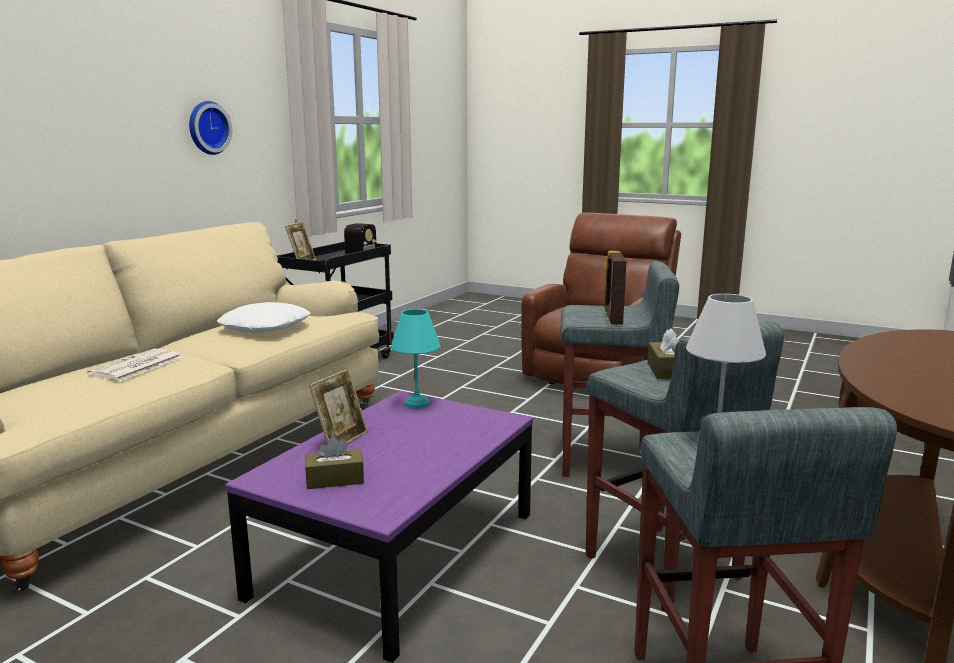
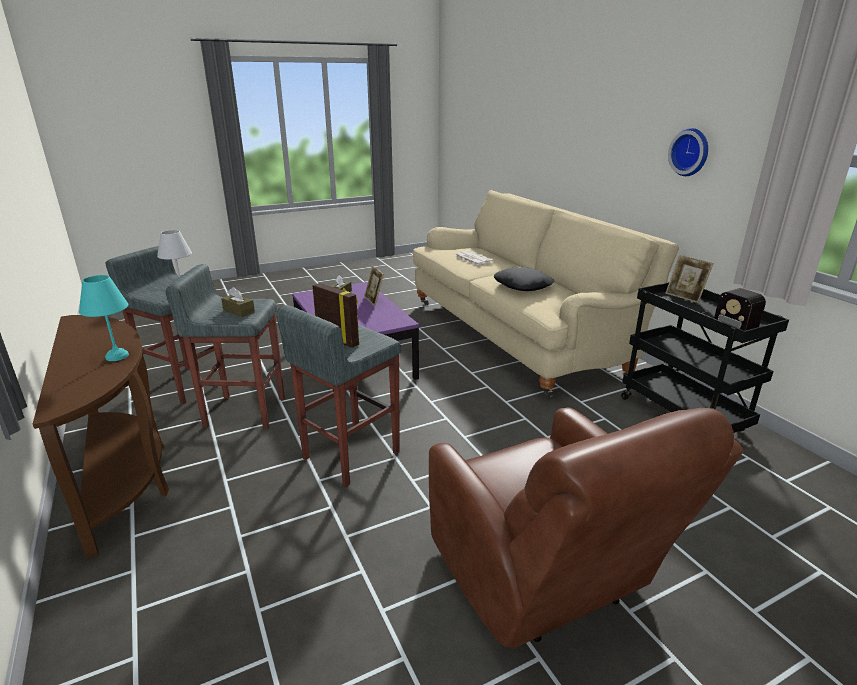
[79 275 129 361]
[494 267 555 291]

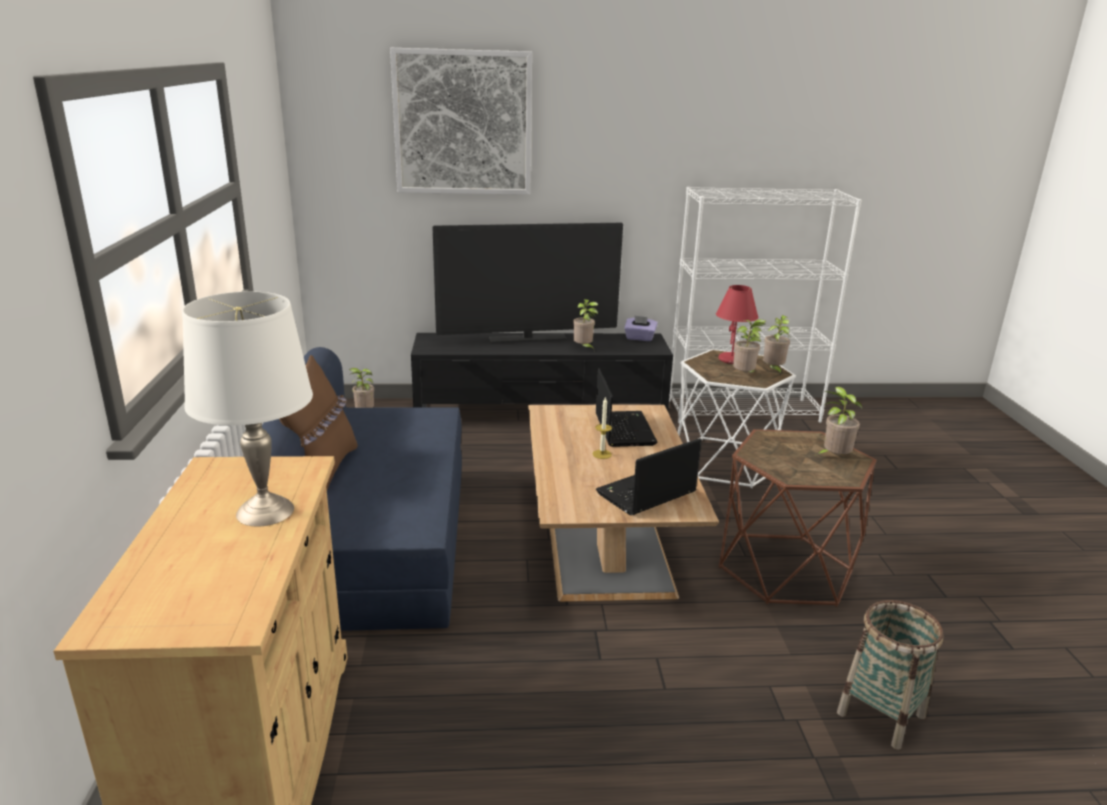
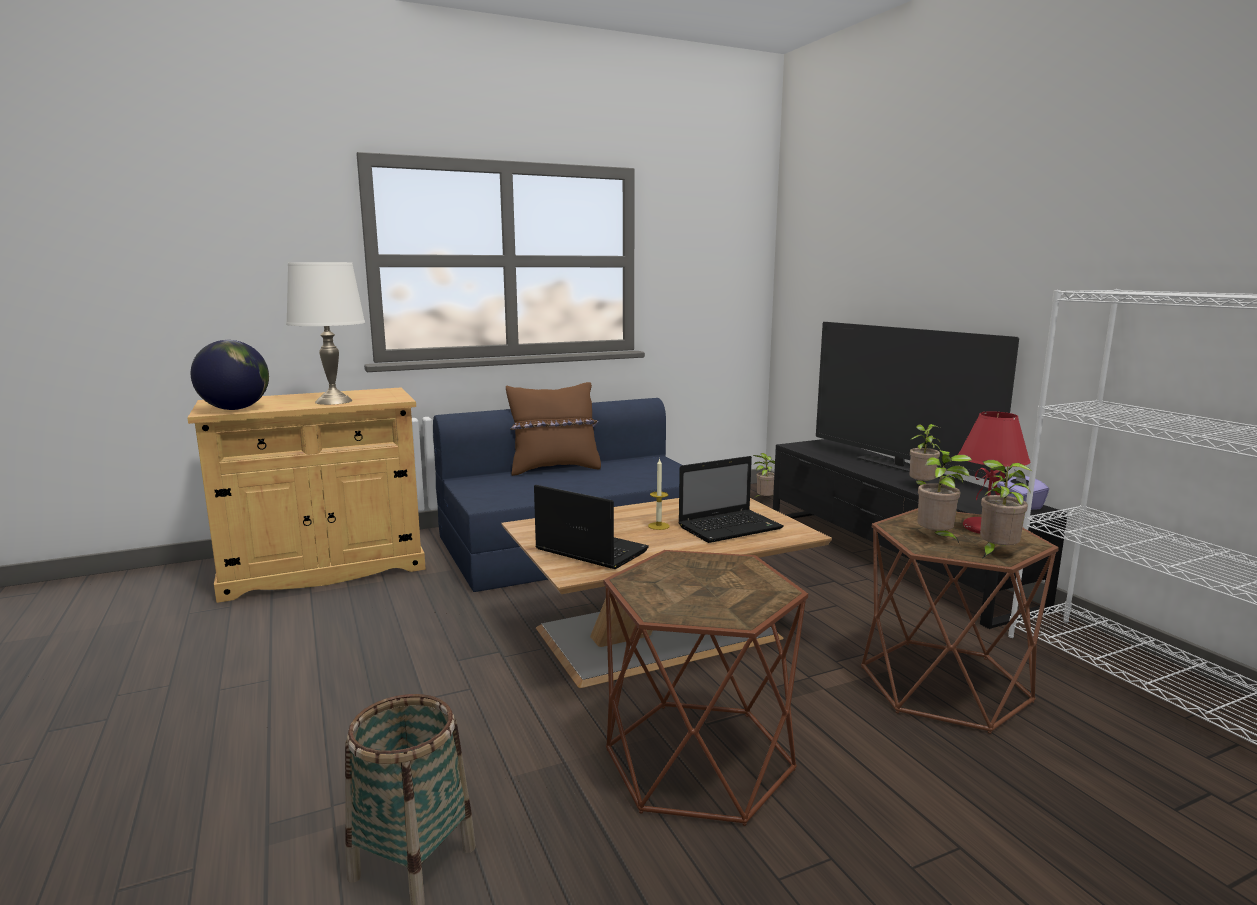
[390 48 532 195] (first image)
[816 387 862 455] (first image)
[191 340 269 410]
[861 508 1059 734]

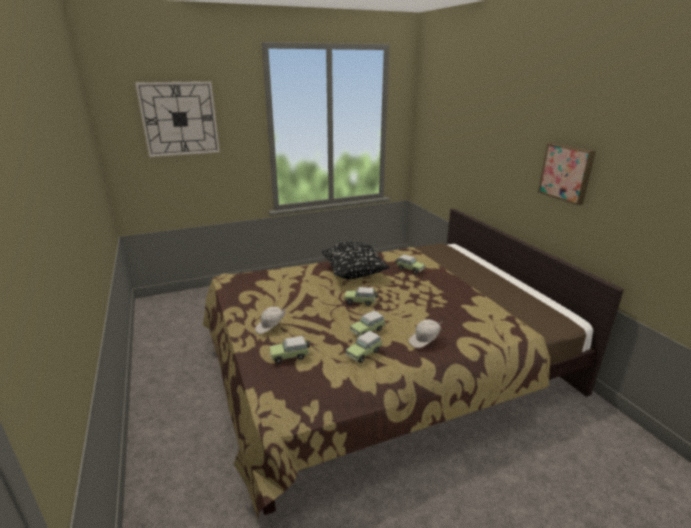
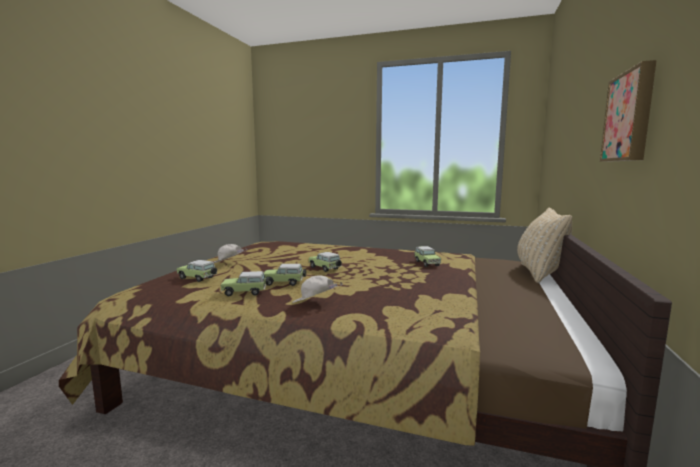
[135 81 220 157] (first image)
[322 242 389 279] (first image)
[517 208 572 283]

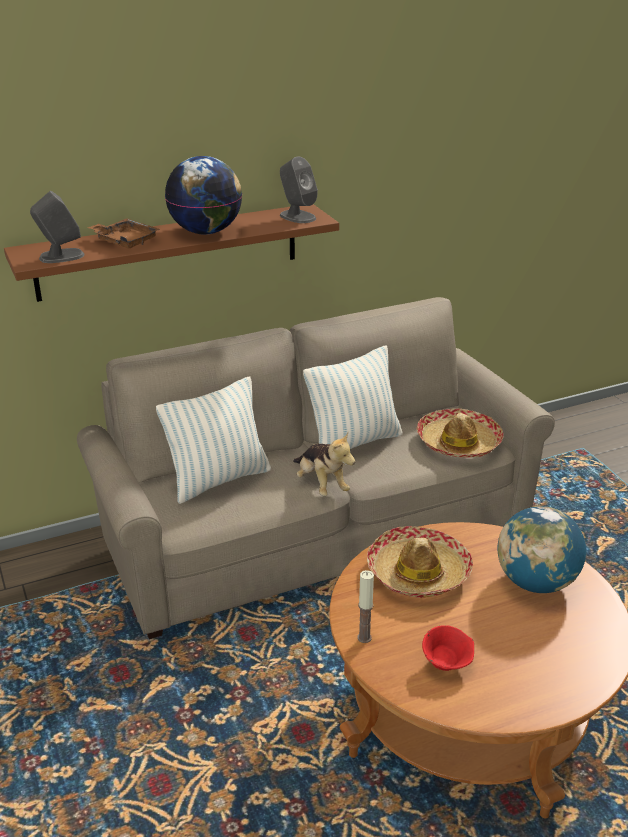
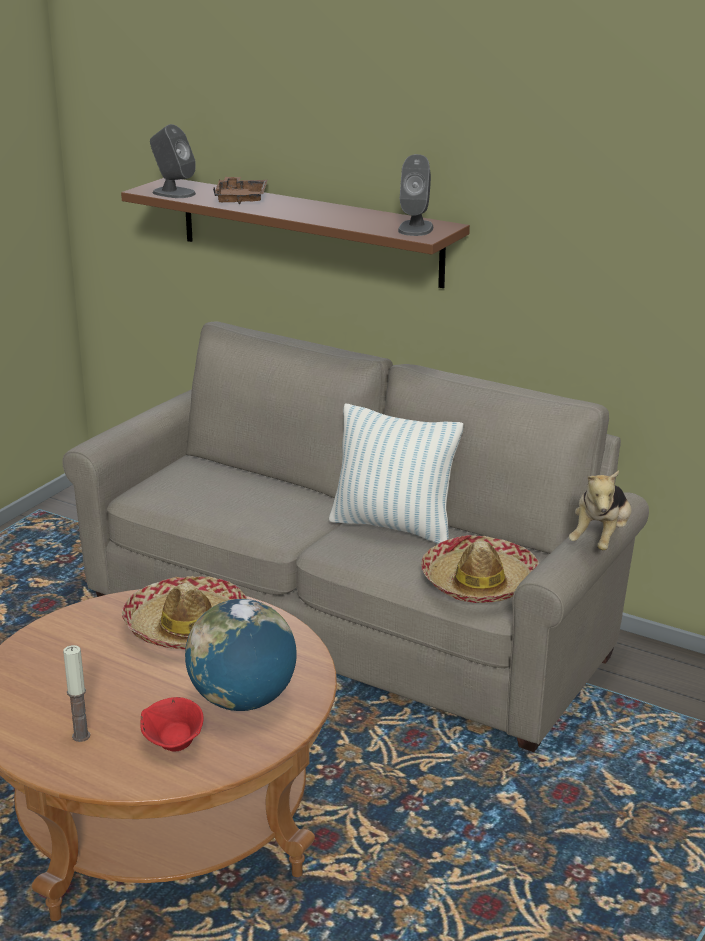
[156 377 271 504] (first image)
[165 156 242 234] (first image)
[568 470 632 550]
[63 645 90 742]
[140 697 204 752]

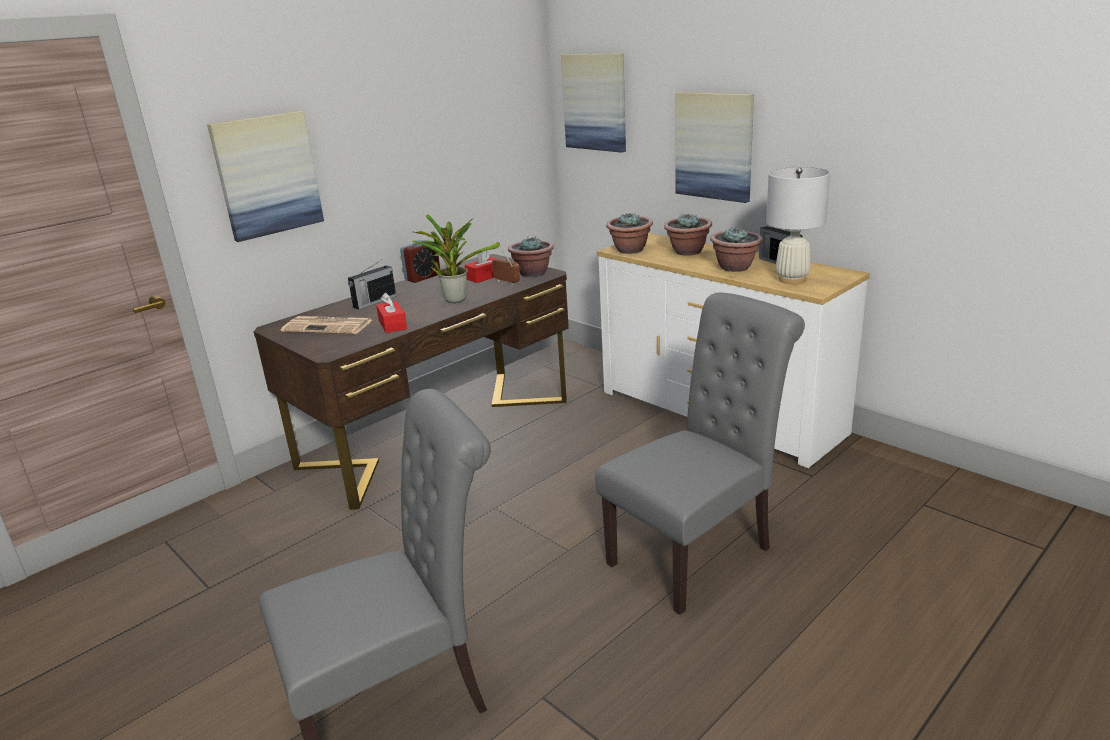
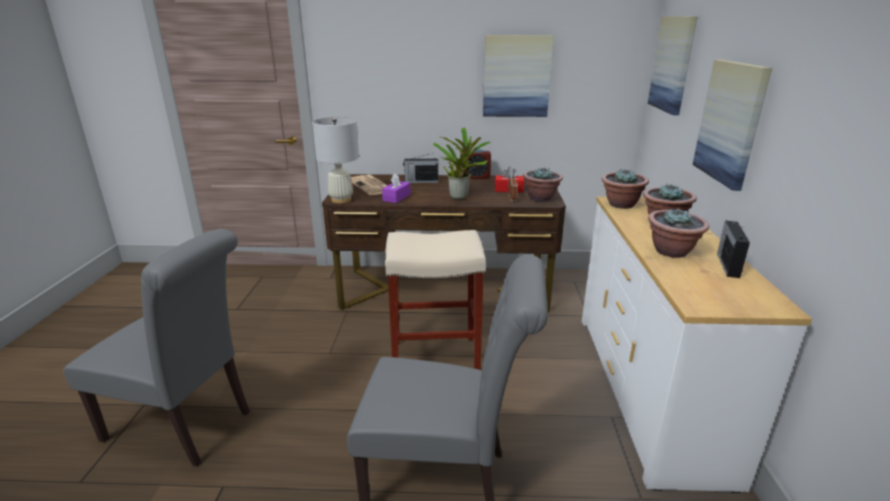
[385 230 486 370]
[483 35 554 117]
[312 117 359 203]
[382 173 411 203]

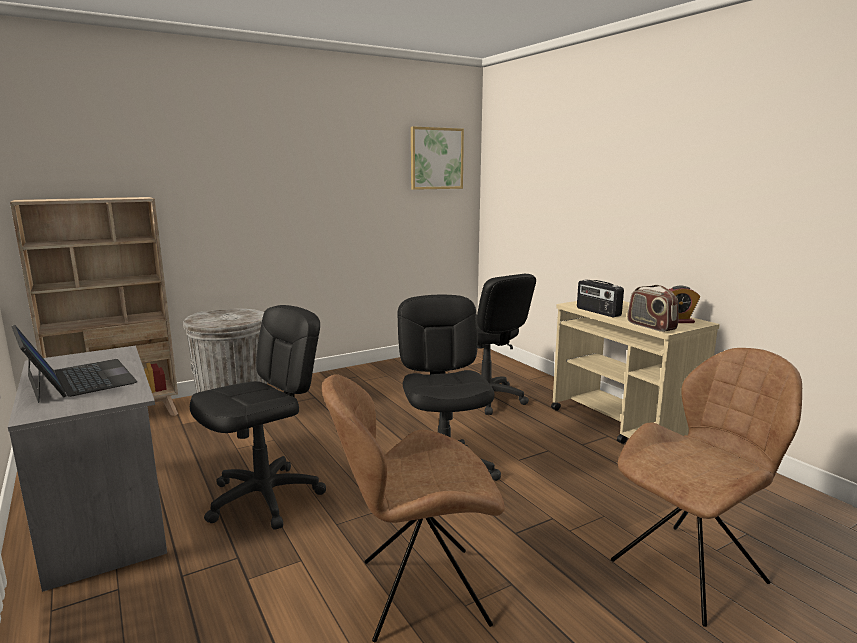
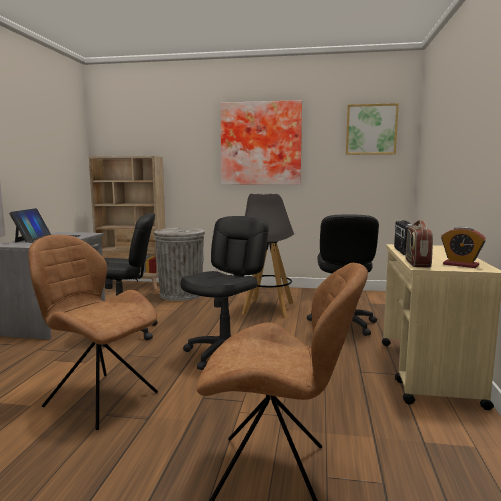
[220 100 302 185]
[242 193 295 318]

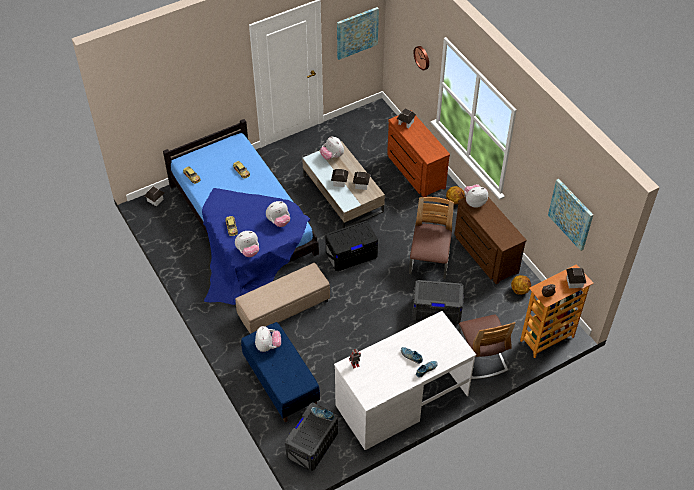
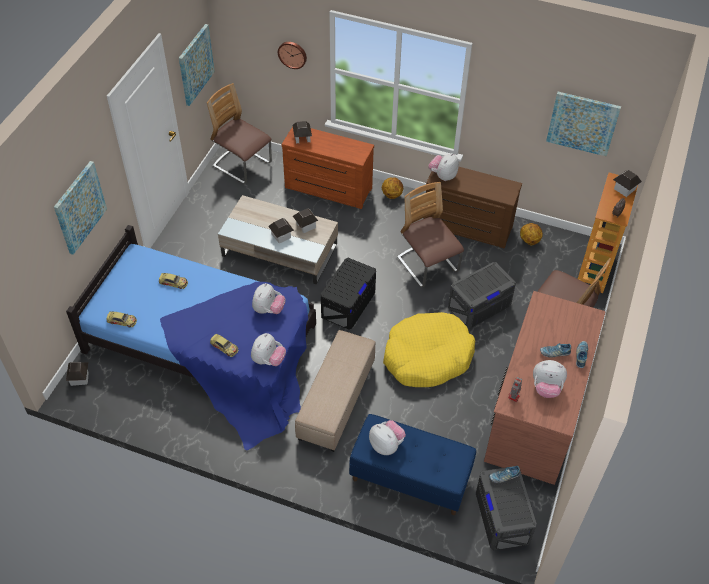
[54 161 107 255]
[207 83 272 184]
[383 312 475 387]
[533 360 567 398]
[484 291 606 485]

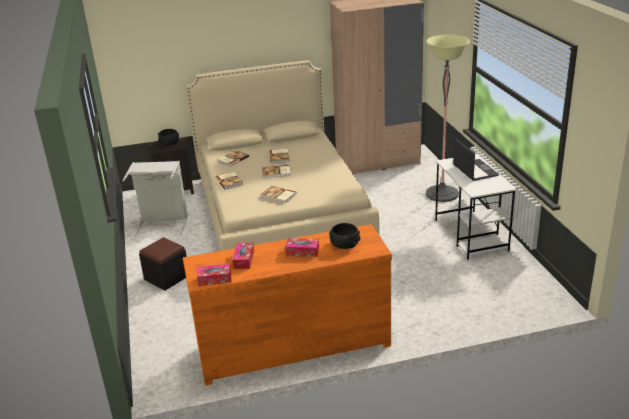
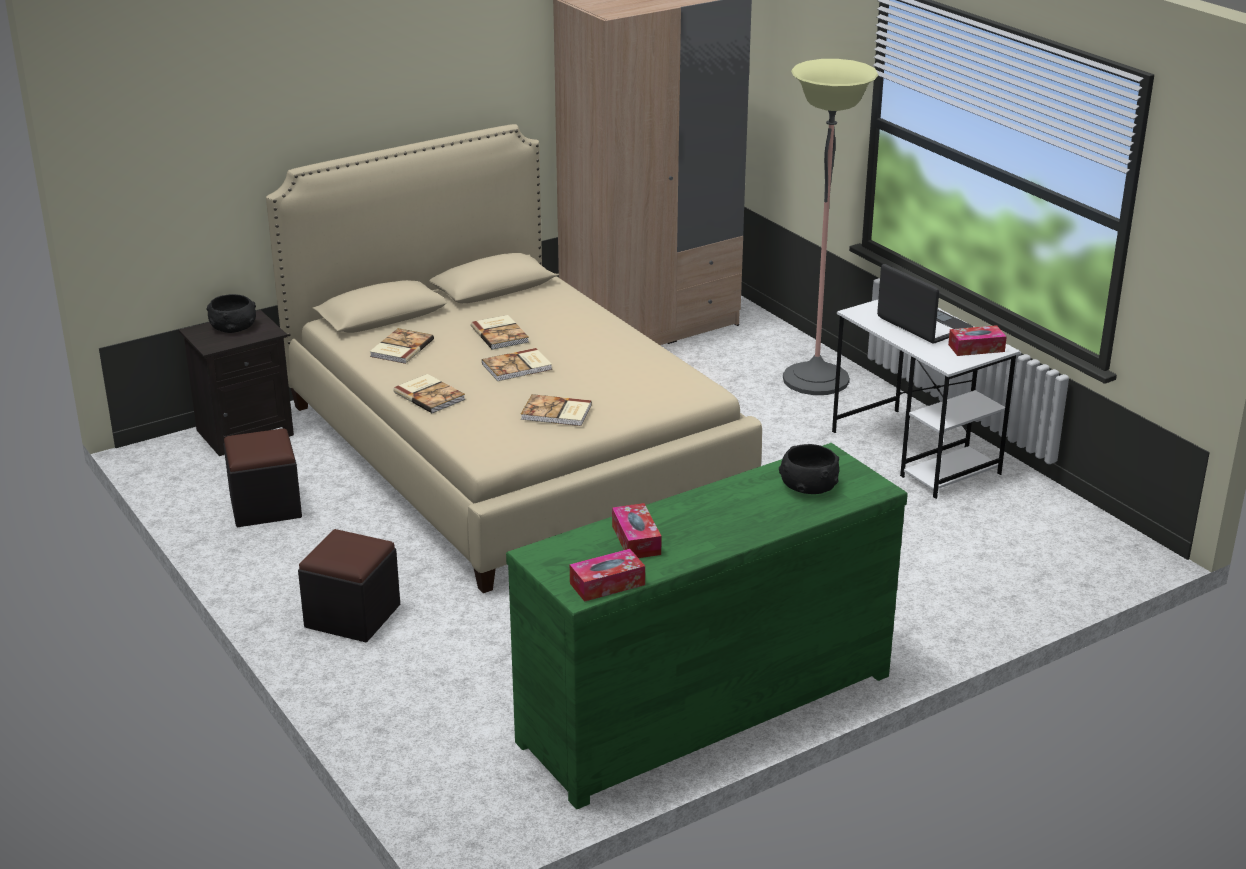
[948 325 1007 356]
[223 429 302 527]
[506 443 908 809]

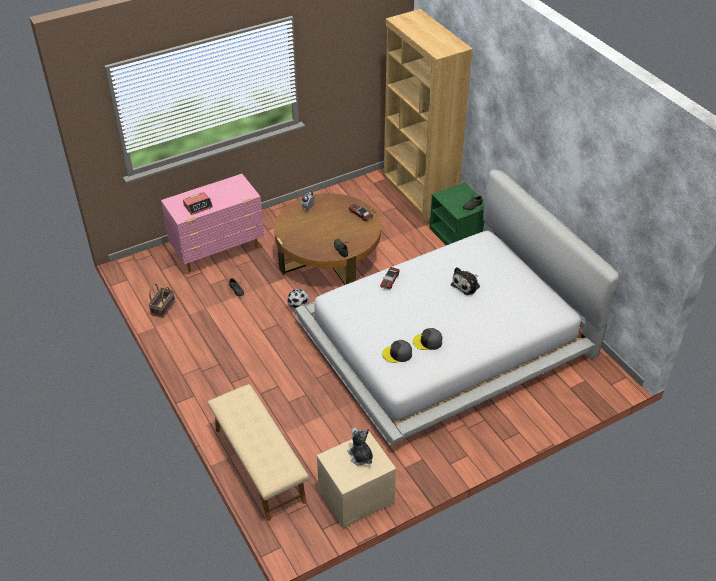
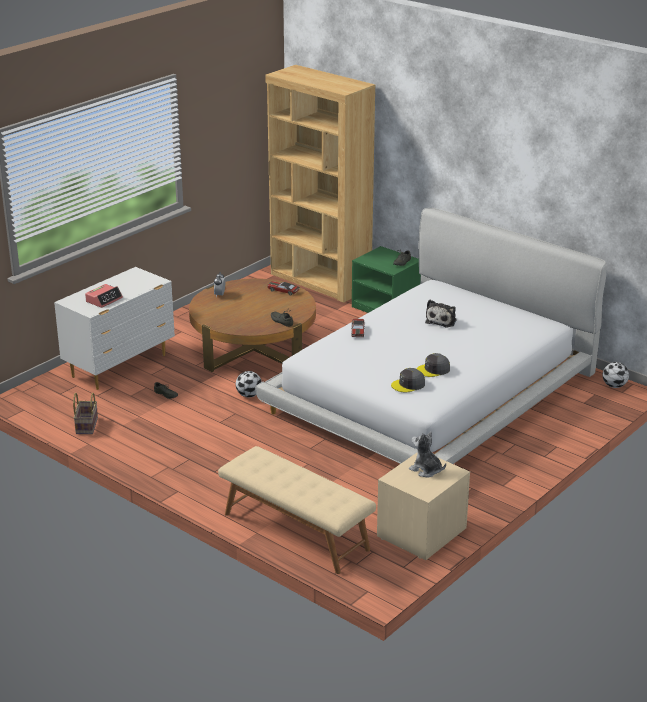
[603 362 629 388]
[54 267 175 390]

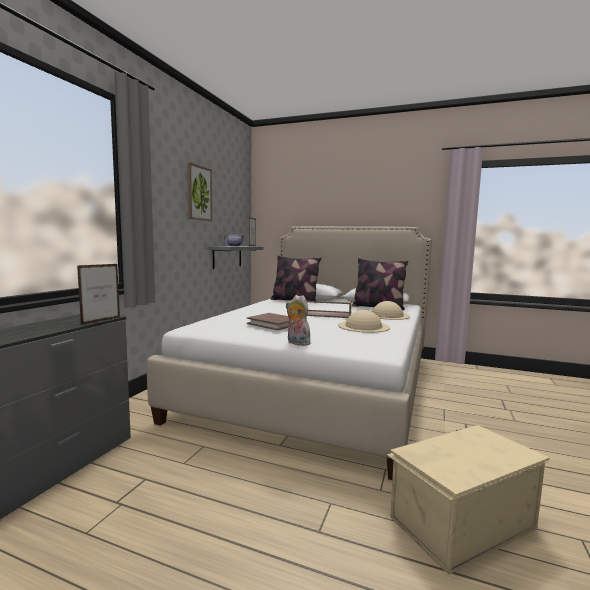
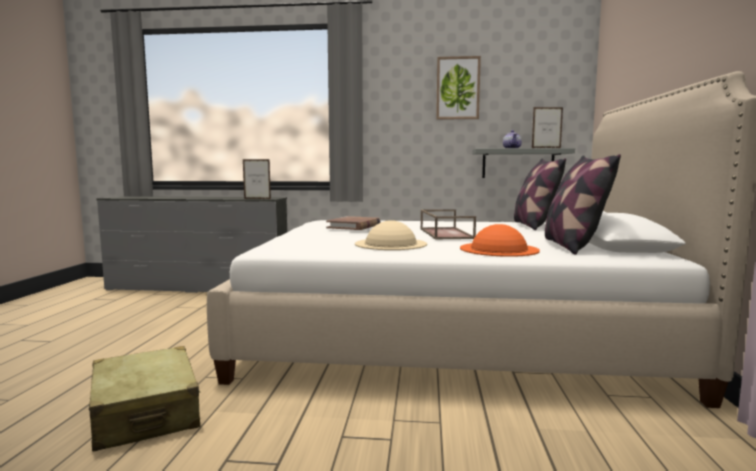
[286 295 310 346] (first image)
[89 346 200 451]
[460 224 540 257]

